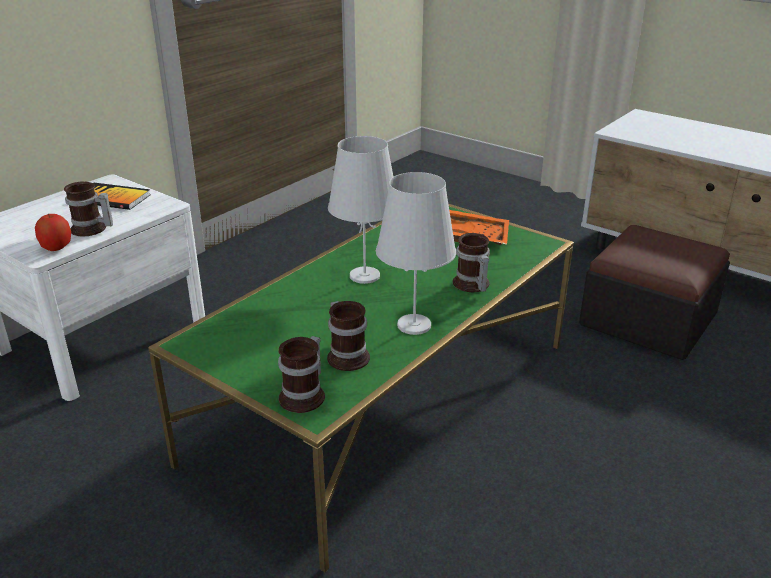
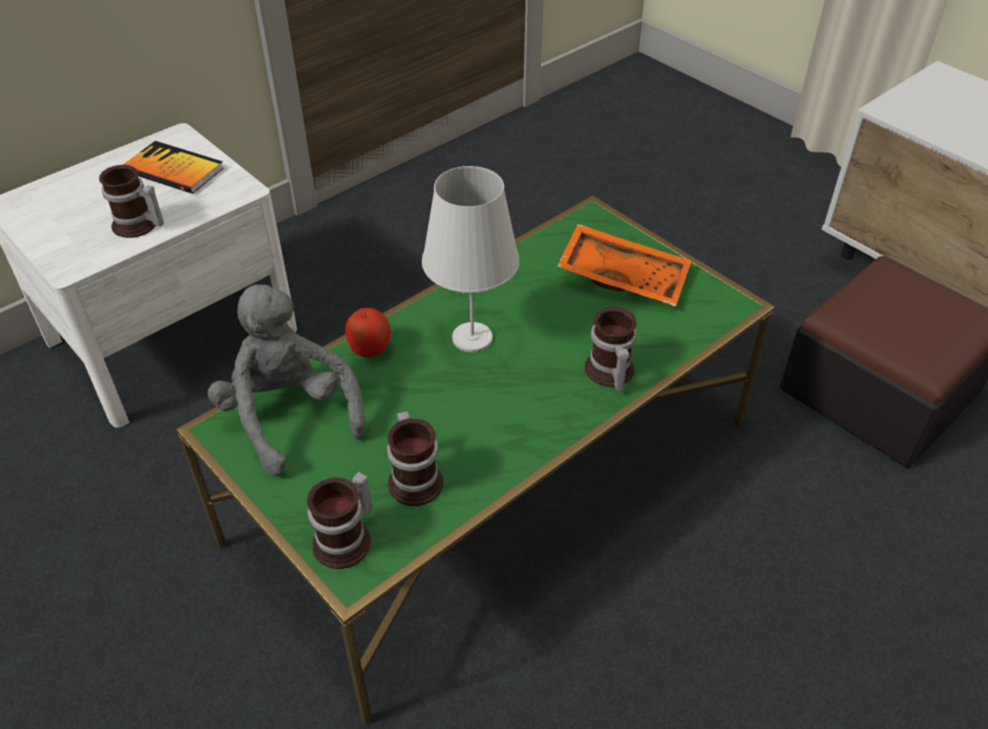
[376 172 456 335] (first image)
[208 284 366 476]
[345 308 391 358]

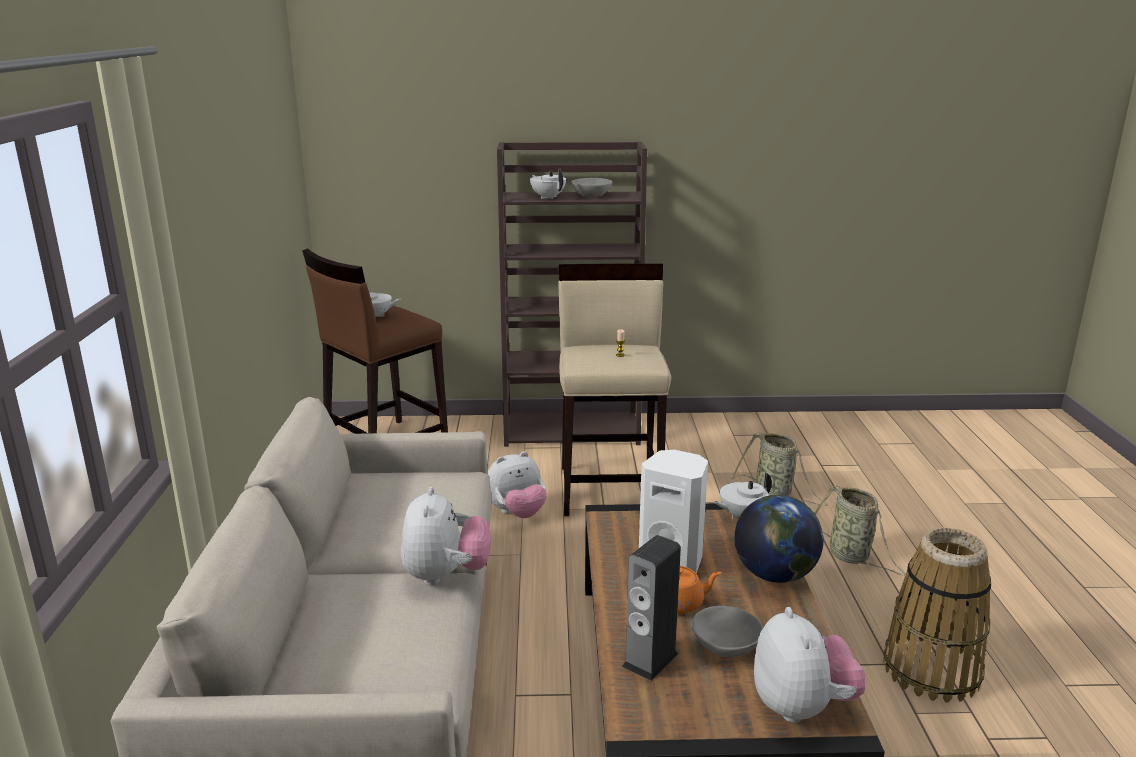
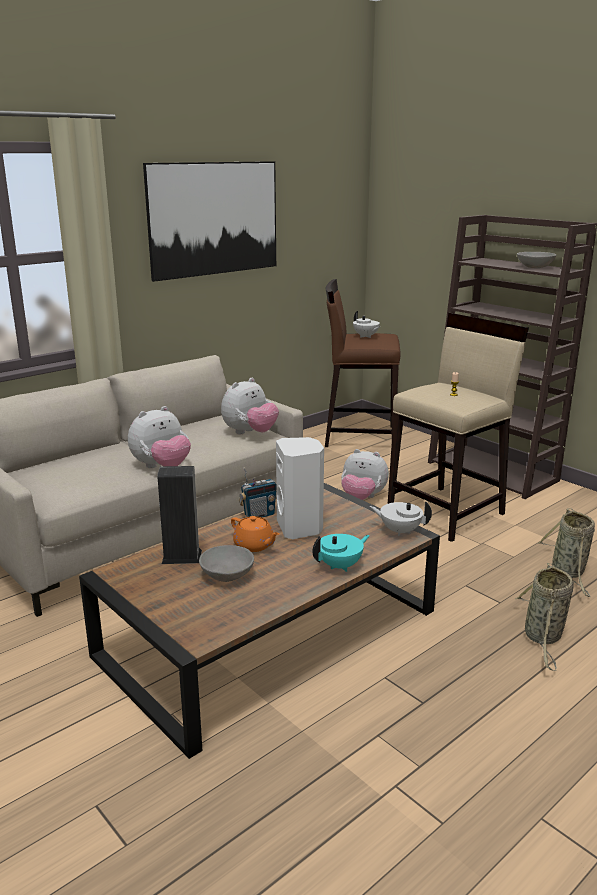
[530 168 566 199] (first image)
[883 528 991 703] (first image)
[143 161 276 282]
[239 467 277 517]
[221 378 279 435]
[312 534 370 572]

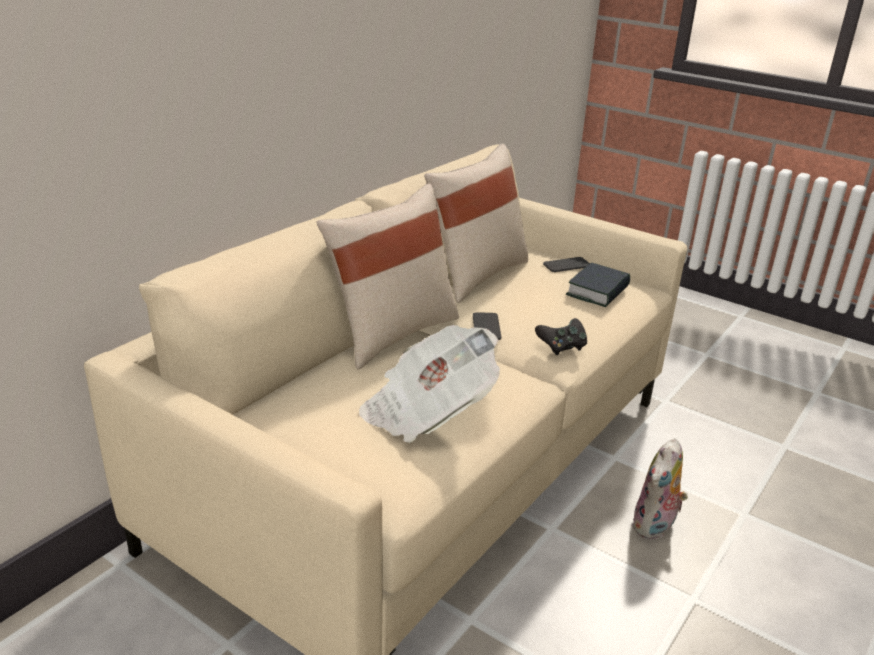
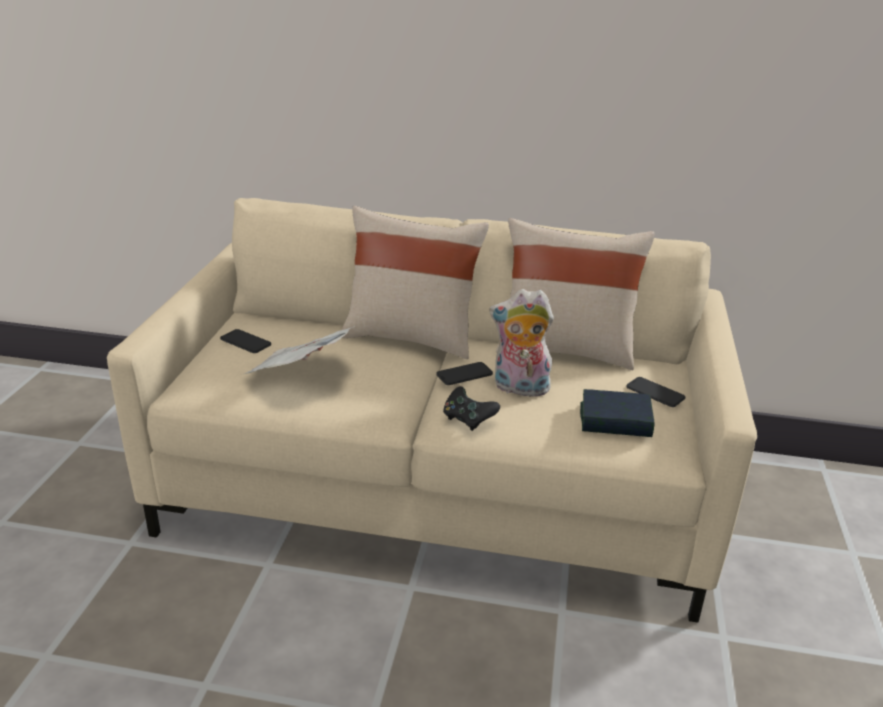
[220 329 271 353]
[489 289 554 397]

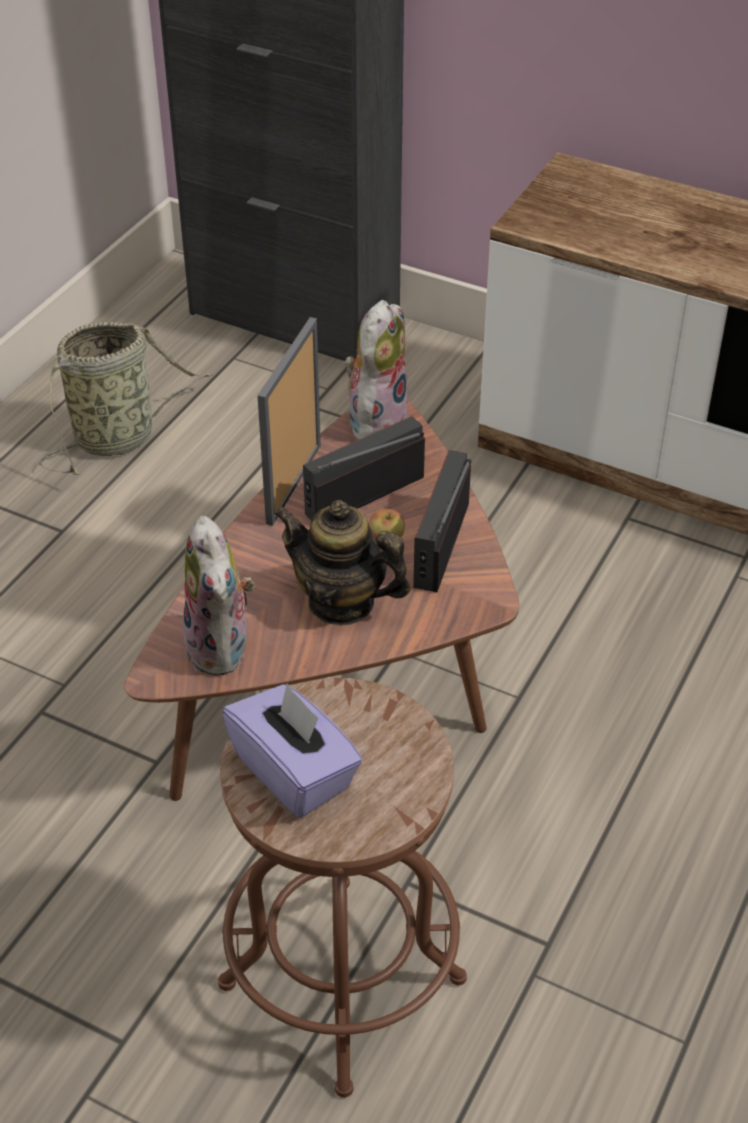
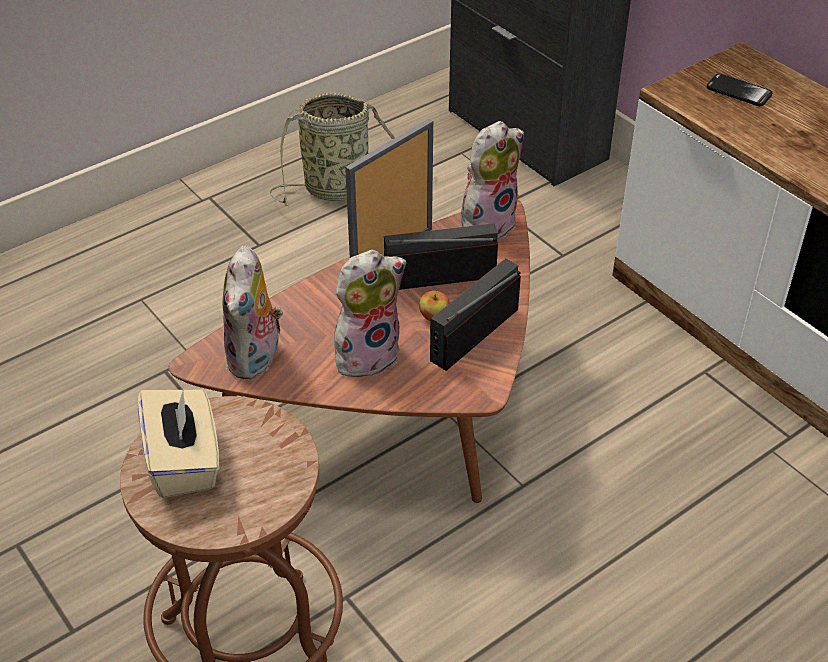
[707 74 772 106]
[334 250 406 381]
[138 388 219 498]

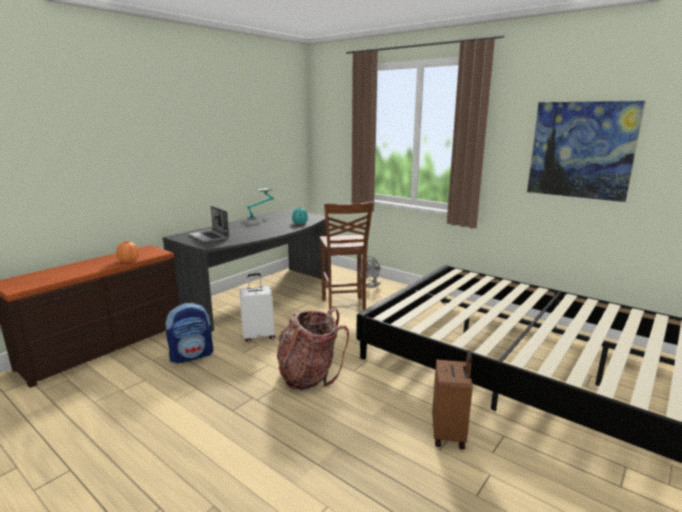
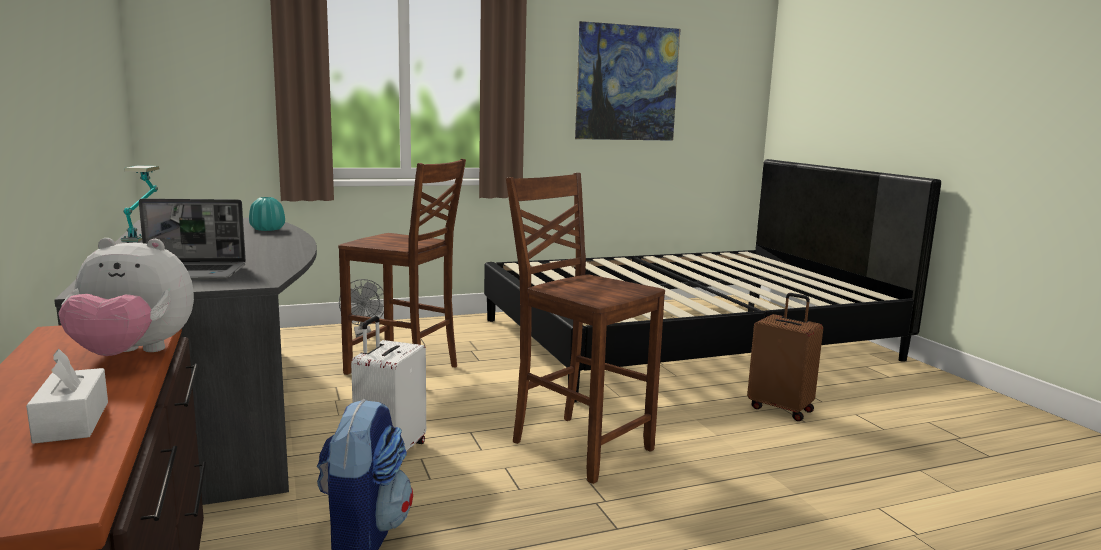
[26 349 108 444]
[58 238 194 356]
[506 173 665 484]

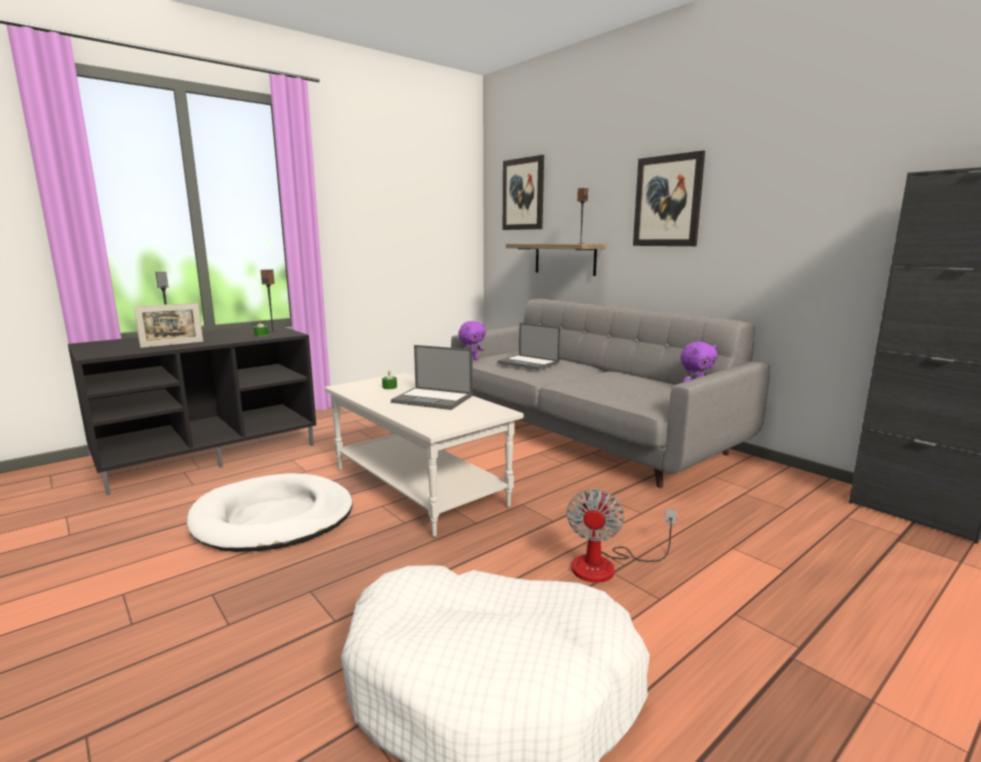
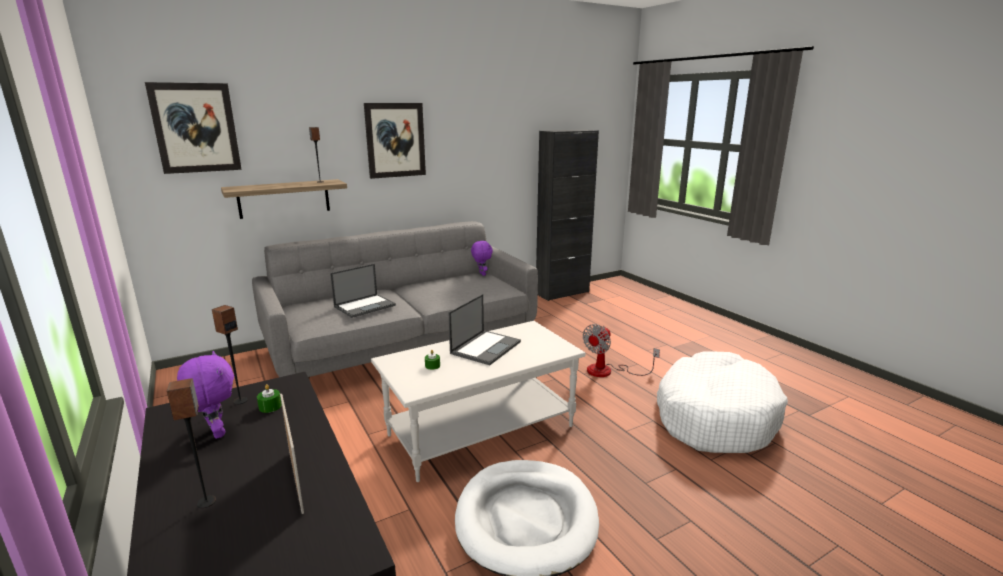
[177 351 234 439]
[583 324 660 377]

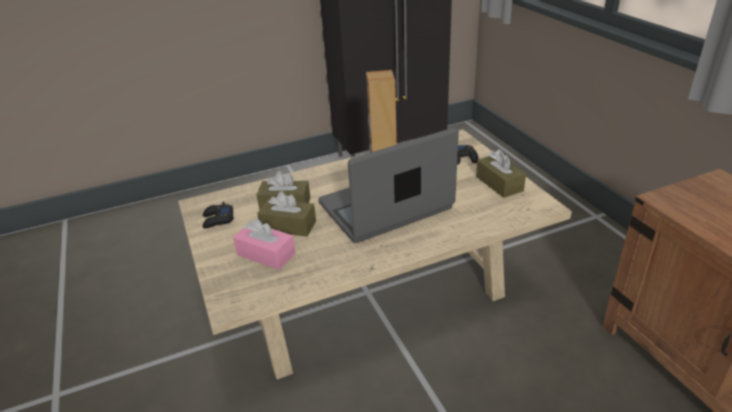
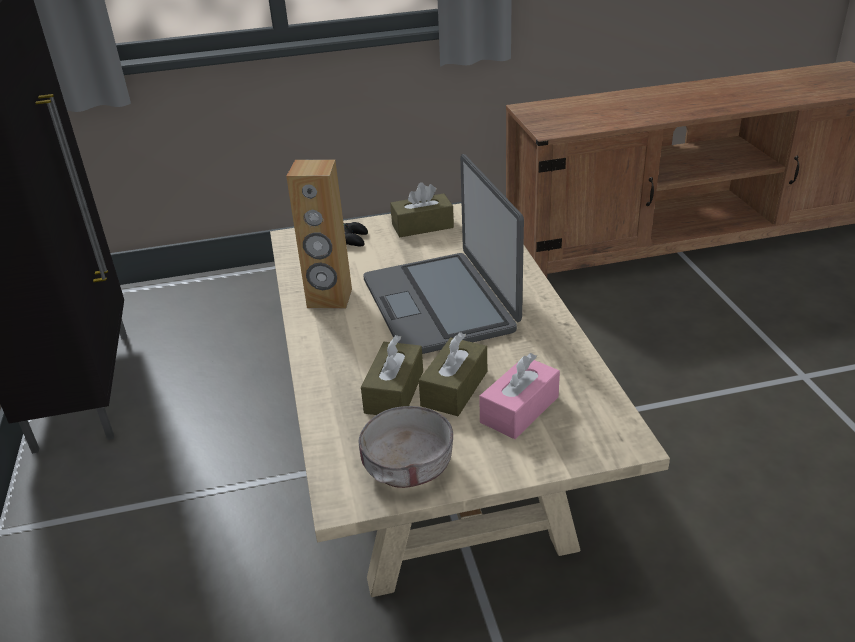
[359 406 453 488]

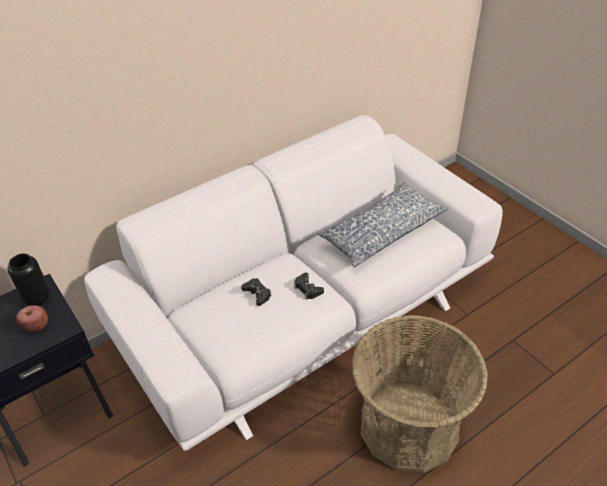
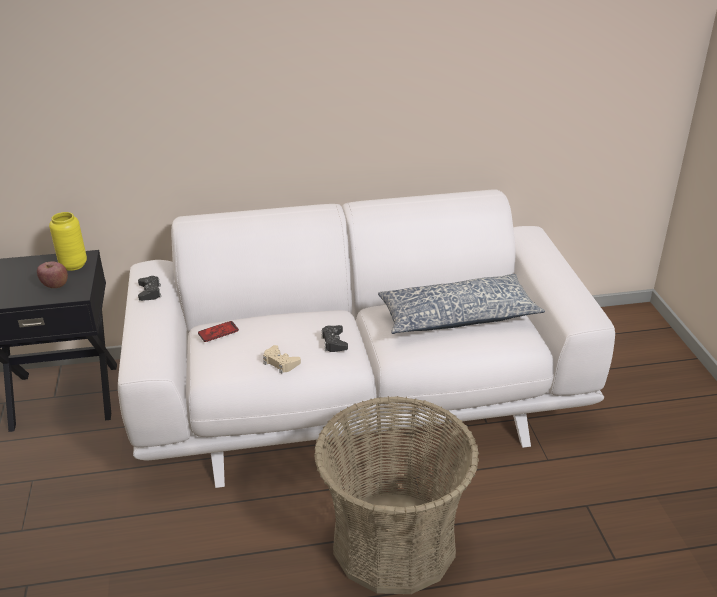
[198 321 239 342]
[263 345 301 374]
[138 276 161 301]
[49 212 87 271]

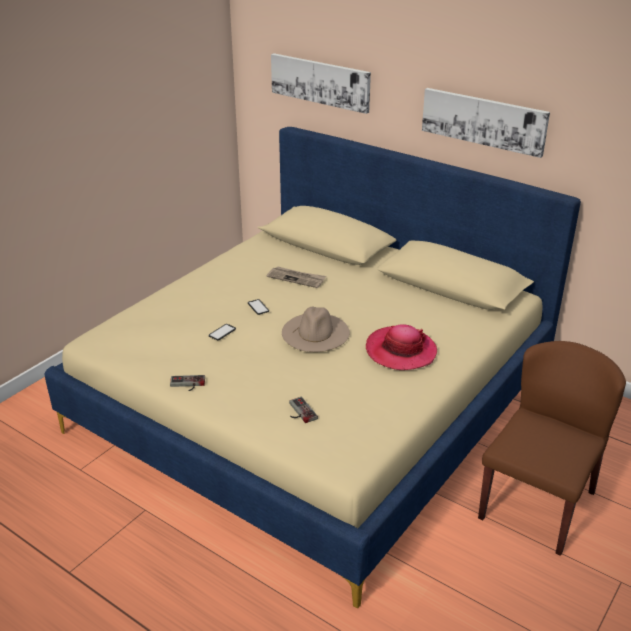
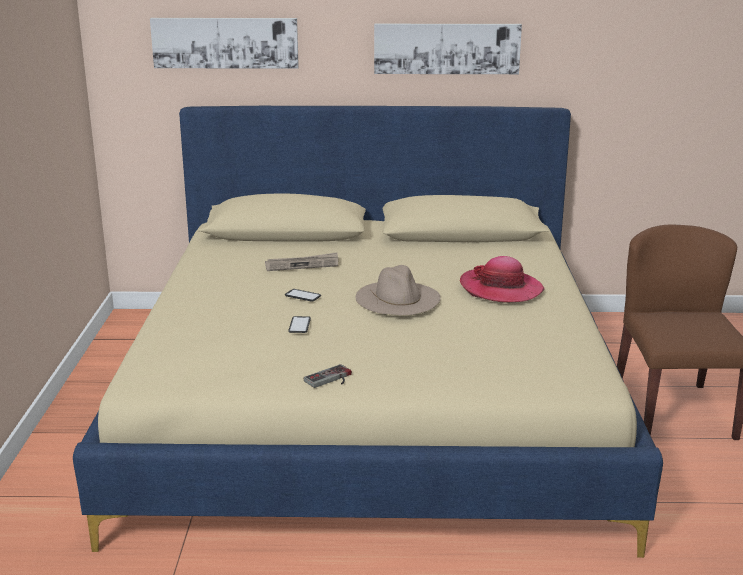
[289 397 318 423] (first image)

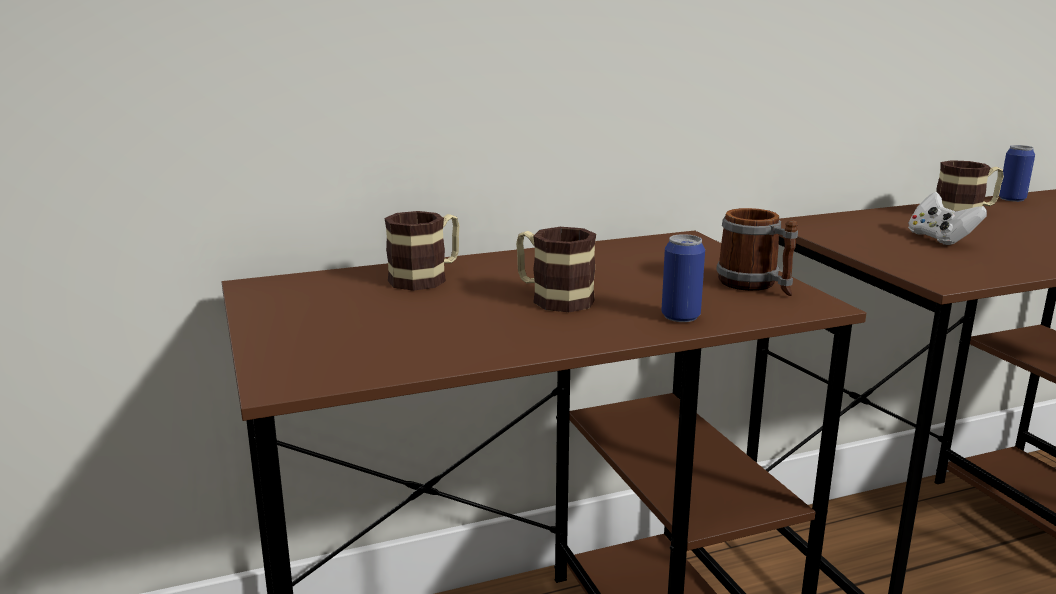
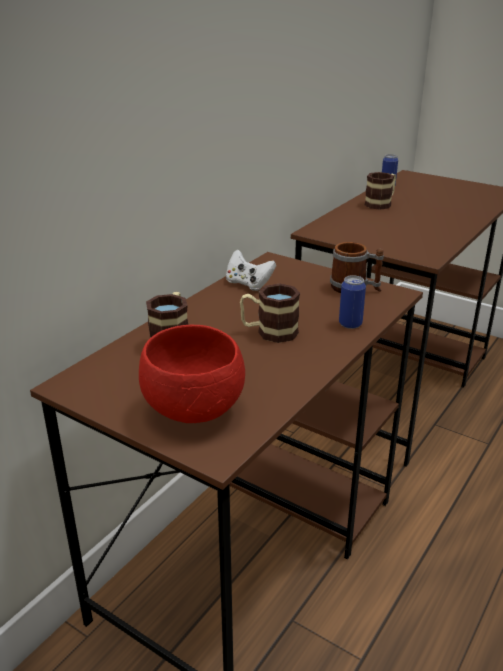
[139 325 245 423]
[226 250 276 291]

